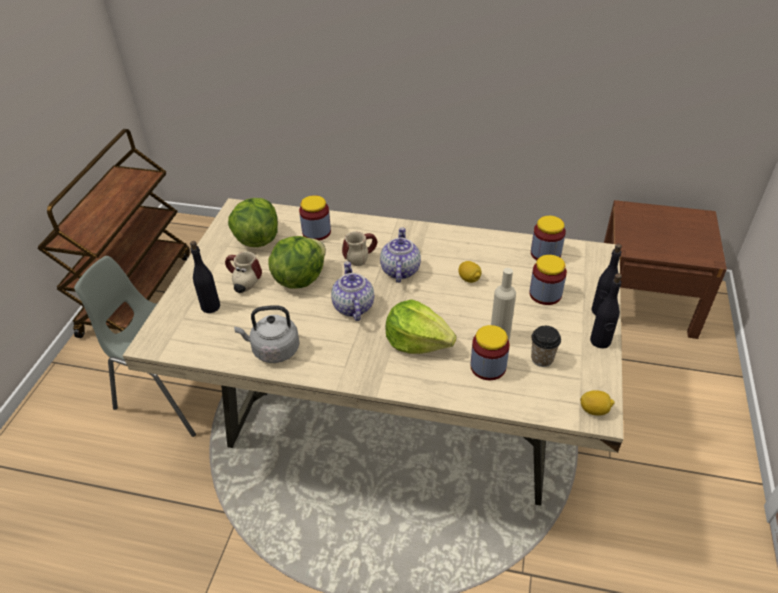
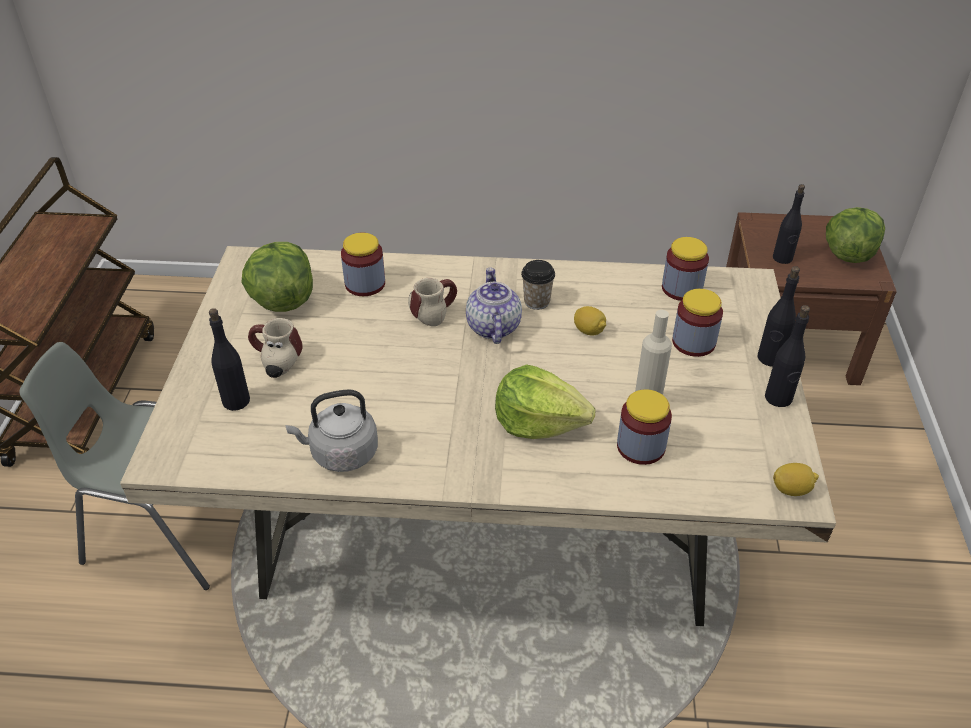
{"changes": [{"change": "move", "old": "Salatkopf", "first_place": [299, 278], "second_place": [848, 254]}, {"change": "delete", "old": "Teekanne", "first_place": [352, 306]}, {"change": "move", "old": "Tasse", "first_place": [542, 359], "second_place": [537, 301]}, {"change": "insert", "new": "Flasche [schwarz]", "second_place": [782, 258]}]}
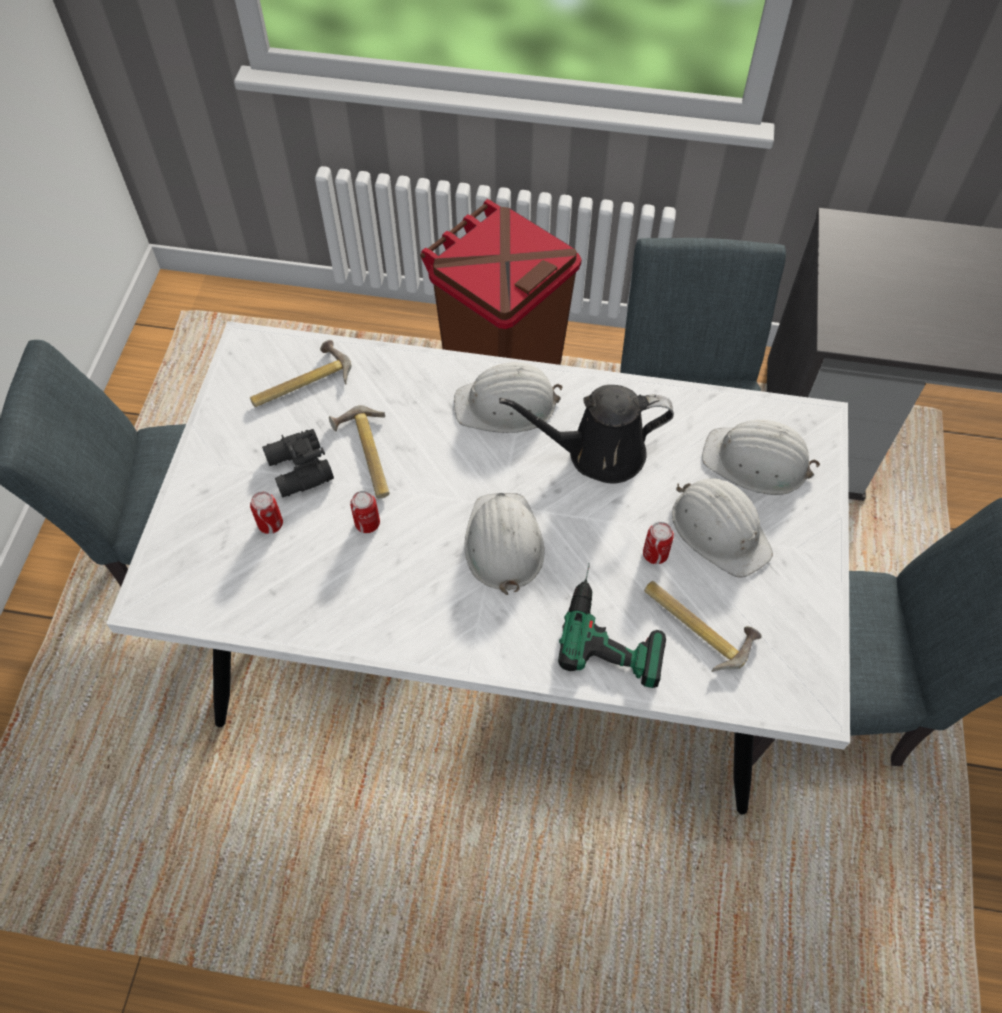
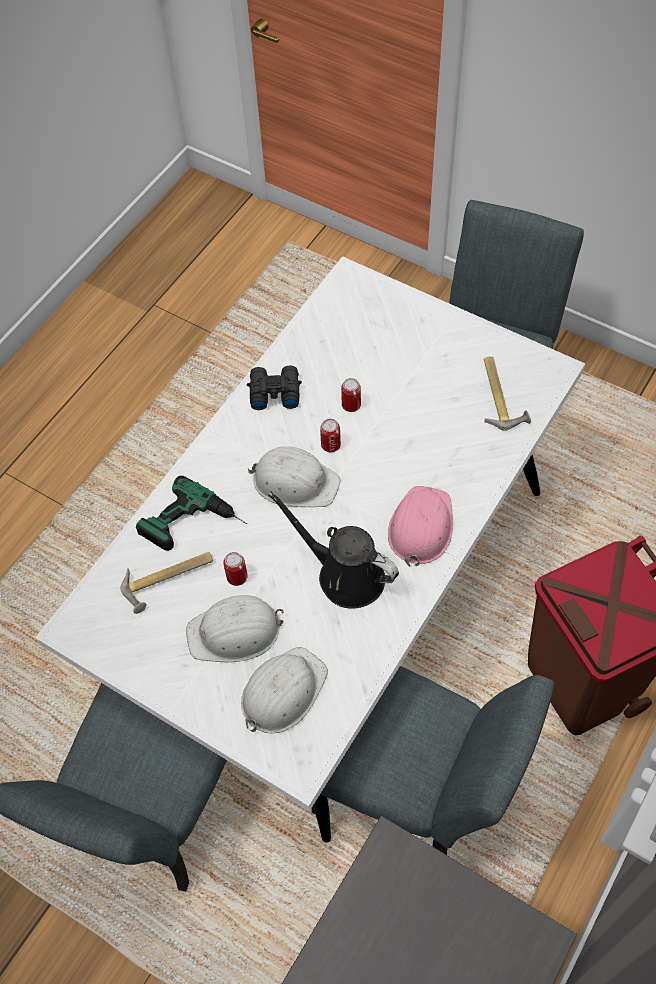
{"changes": [{"change": "move", "old": "Dose", "first_place": [270, 524], "second_place": [330, 445]}, {"change": "move", "old": "Fernglas [schwarz]", "first_place": [298, 470], "second_place": [273, 392]}, {"change": "delete", "old": "Hammer", "first_place": [365, 456]}, {"change": "recolor", "old": "Schutzhelm [weiß]", "new": "Schutzhelm [rosa]", "first_place": [507, 405], "second_place": [420, 527]}, {"change": "rotate", "old": "Gießkanne [schwarz]", "first_place": [598, 453], "second_place": [345, 575], "degrees": -75}]}
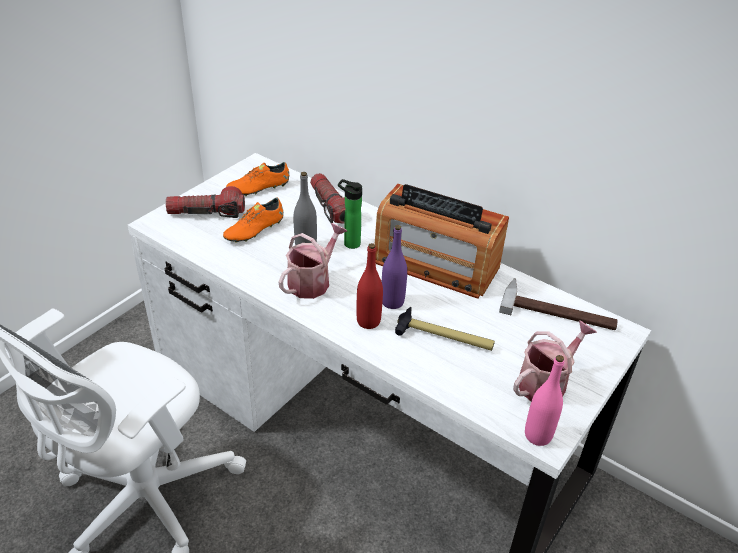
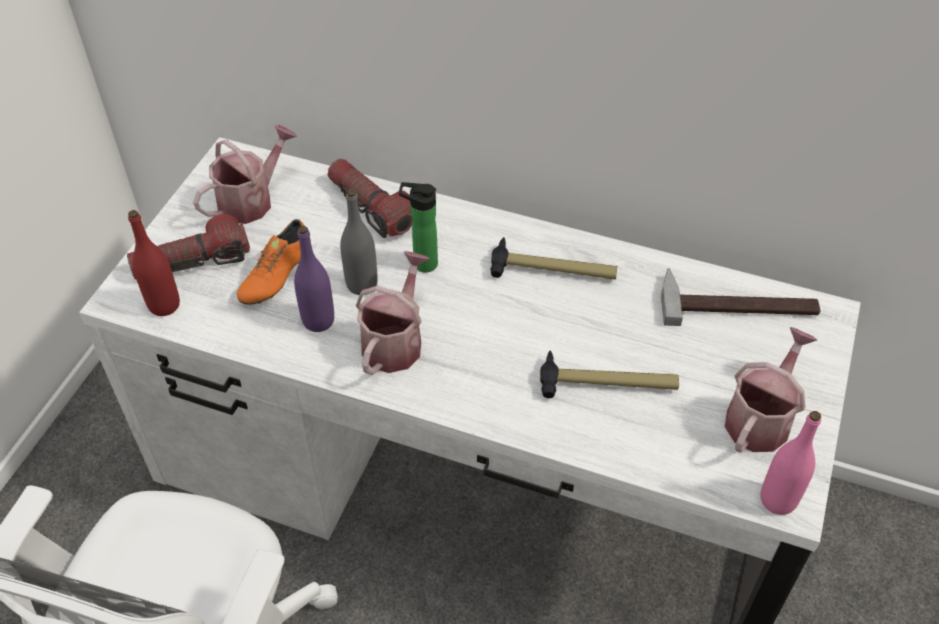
{"changes": [{"change": "replace", "old": "Schuh [orange]", "new": "Gießkanne", "first_place": [258, 188], "second_place": [251, 200]}, {"change": "move", "old": "Flasche [rot]", "first_place": [368, 321], "second_place": [164, 305]}, {"change": "replace", "old": "Radio", "new": "Hammer", "first_place": [435, 265], "second_place": [553, 270]}, {"change": "move", "old": "Flasche [lila]", "first_place": [392, 302], "second_place": [318, 321]}]}
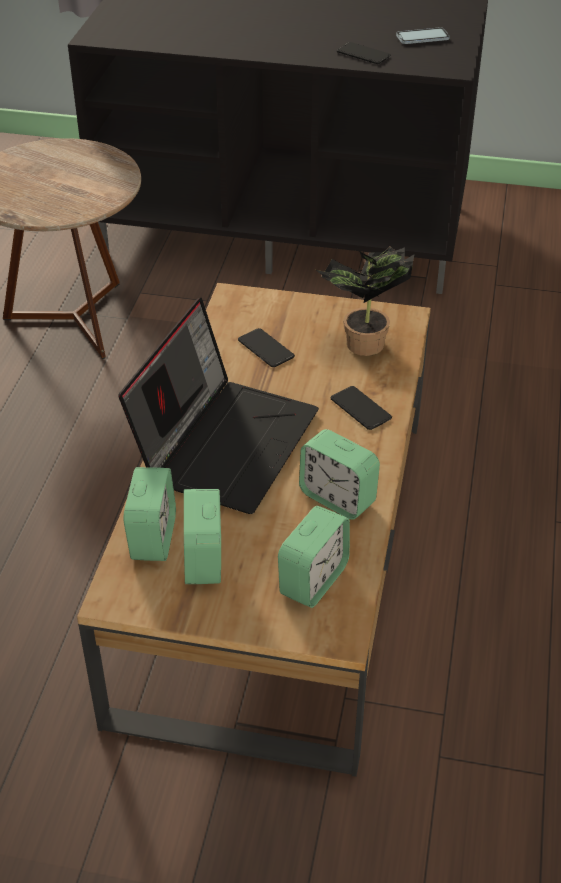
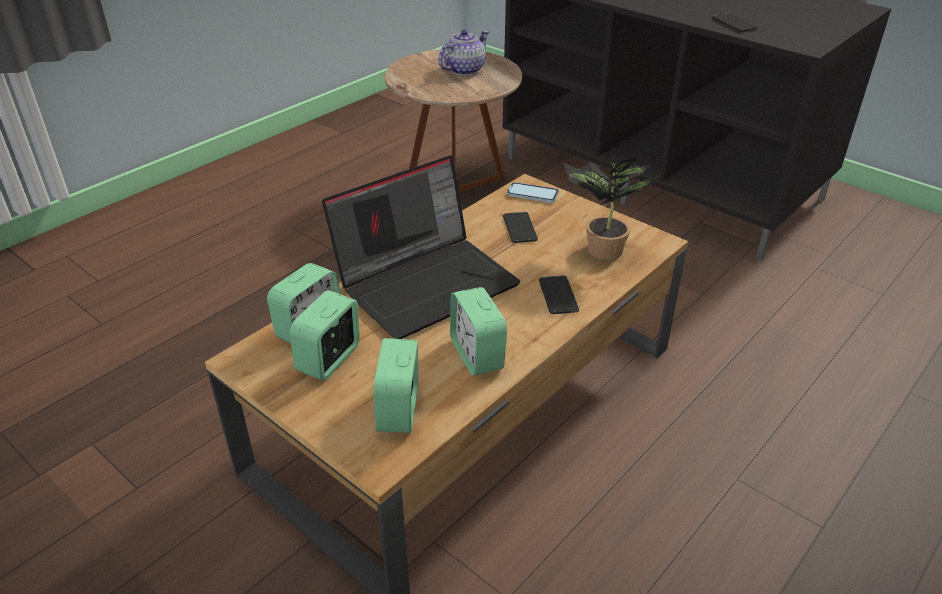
{"changes": [{"change": "rotate", "old": "Wecker", "first_place": [313, 580], "second_place": [399, 410], "degrees": 120}, {"change": "move", "old": "Handy", "first_place": [422, 38], "second_place": [532, 194]}, {"change": "insert", "new": "Teekanne", "second_place": [463, 70]}]}
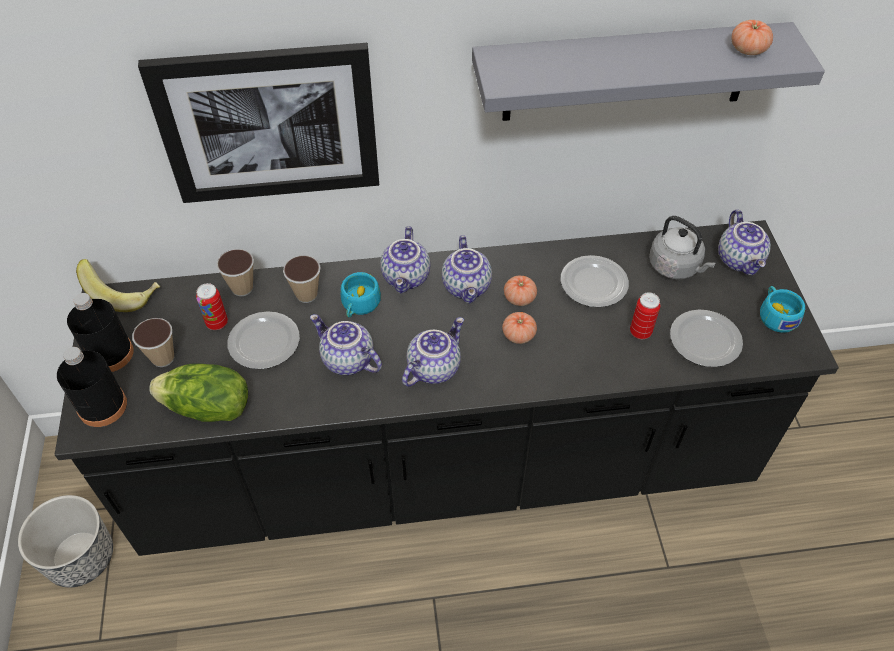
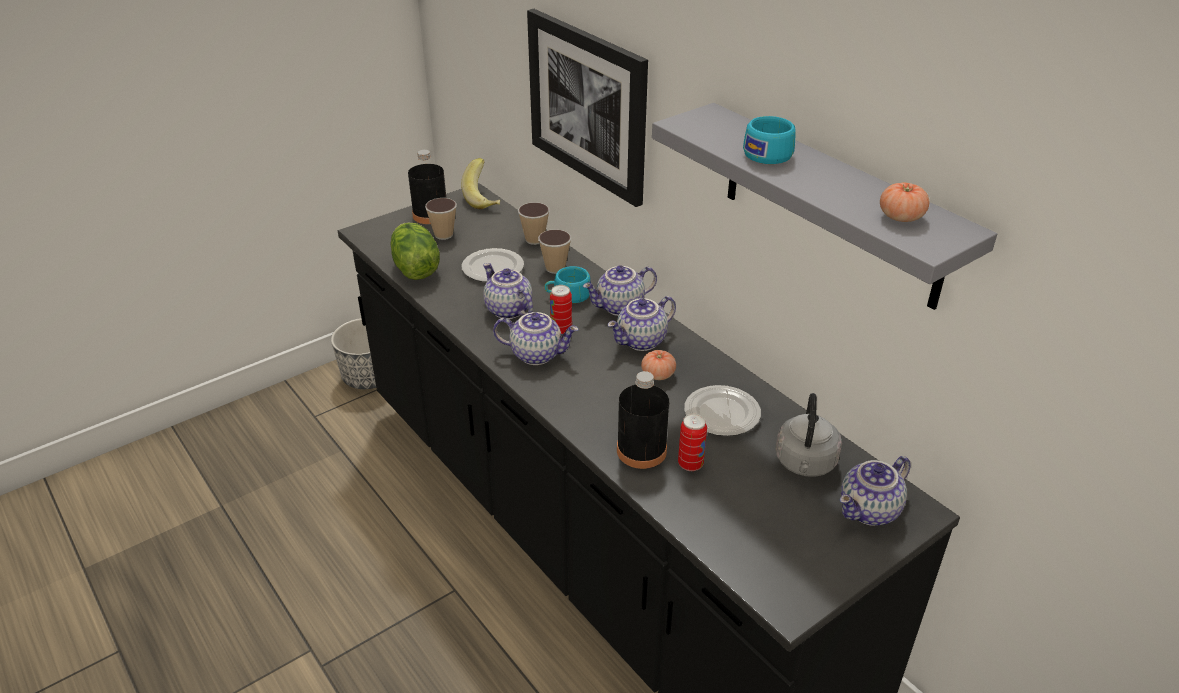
{"changes": [{"change": "move", "old": "Flasche [schwarz]", "first_place": [102, 406], "second_place": [641, 451]}, {"change": "move", "old": "Dose", "first_place": [217, 323], "second_place": [561, 330]}, {"change": "rotate", "old": "Teekanne", "first_place": [346, 361], "second_place": [507, 310], "degrees": -45}, {"change": "delete", "old": "Tomate", "first_place": [518, 335]}, {"change": "delete", "old": "Teller", "first_place": [703, 340]}, {"change": "move", "old": "Tasse [türkis]", "first_place": [776, 315], "second_place": [771, 154]}]}
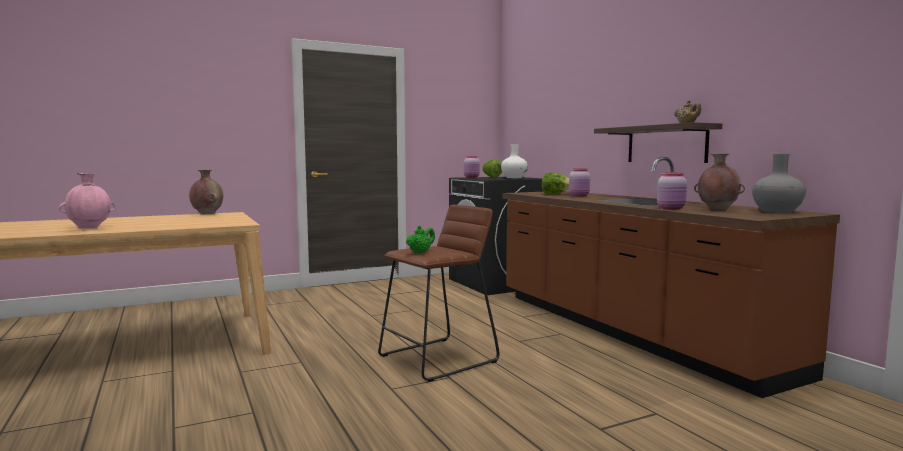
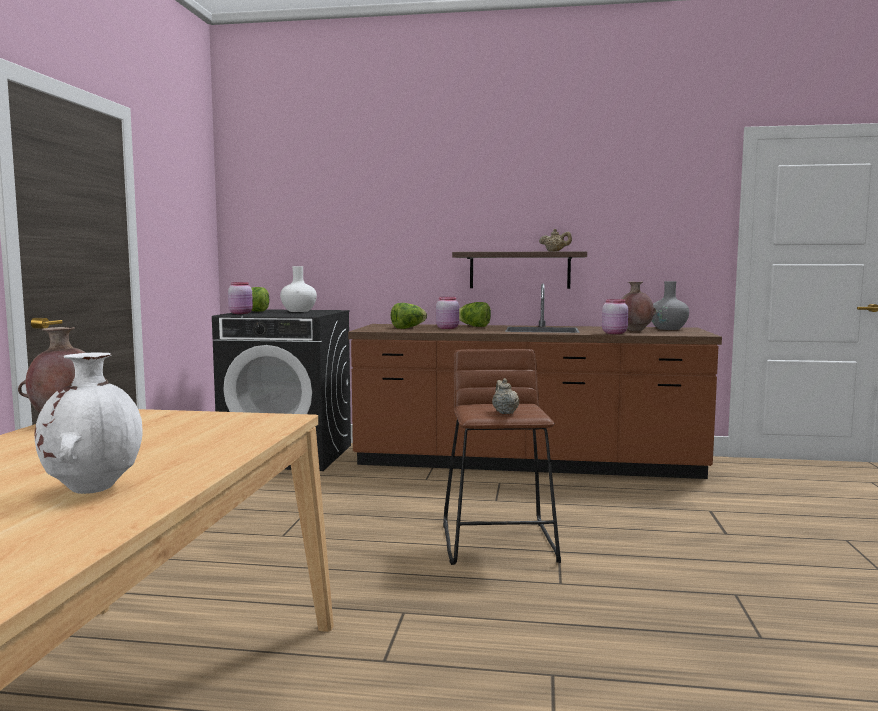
{"changes": [{"change": "recolor", "old": "Vase [rosa]", "new": "Vase [weiß]", "first_place": [89, 228], "second_place": [93, 489]}, {"change": "recolor", "old": "Teekanne [grün]", "new": "Teekanne [beige]", "first_place": [420, 252], "second_place": [505, 412]}, {"change": "insert", "new": "Salatkopf", "second_place": [474, 326]}]}
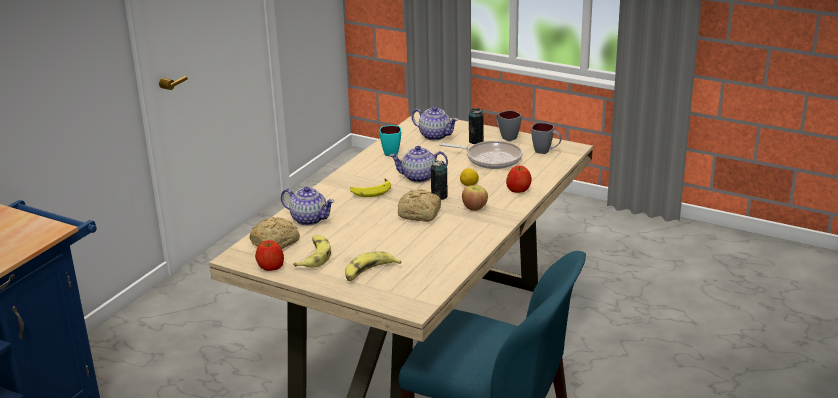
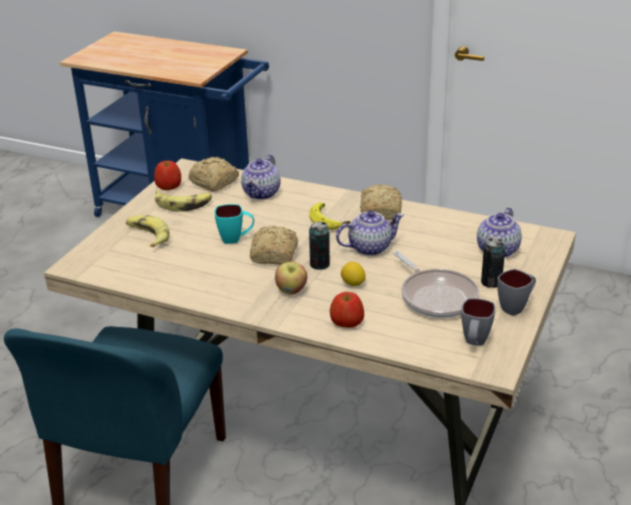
{"changes": [{"change": "move", "old": "Henkelbecher [türkis]", "first_place": [391, 151], "second_place": [236, 239]}, {"change": "rotate", "old": "Teekanne", "first_place": [418, 177], "second_place": [370, 247], "degrees": 75}, {"change": "rotate", "old": "Pfanne", "first_place": [490, 159], "second_place": [436, 296], "degrees": -45}, {"change": "insert", "new": "Brot", "second_place": [381, 210]}]}
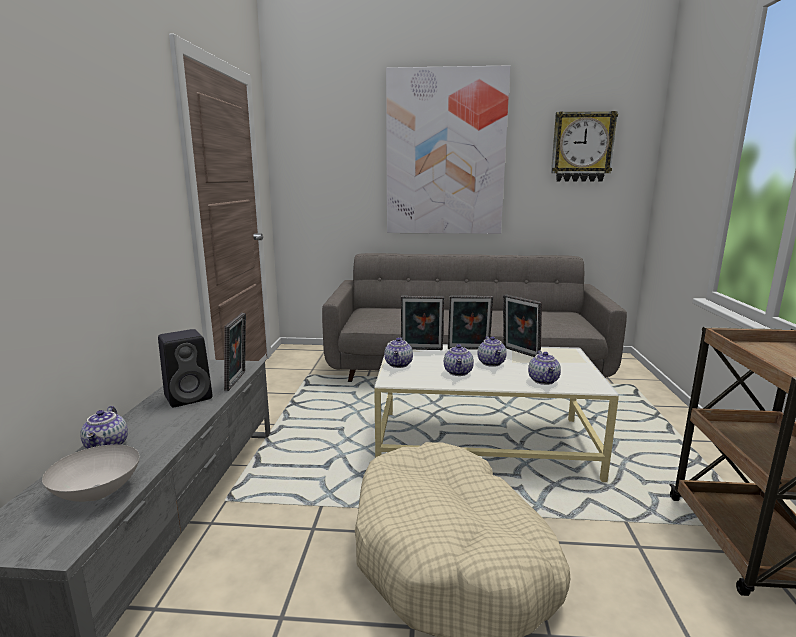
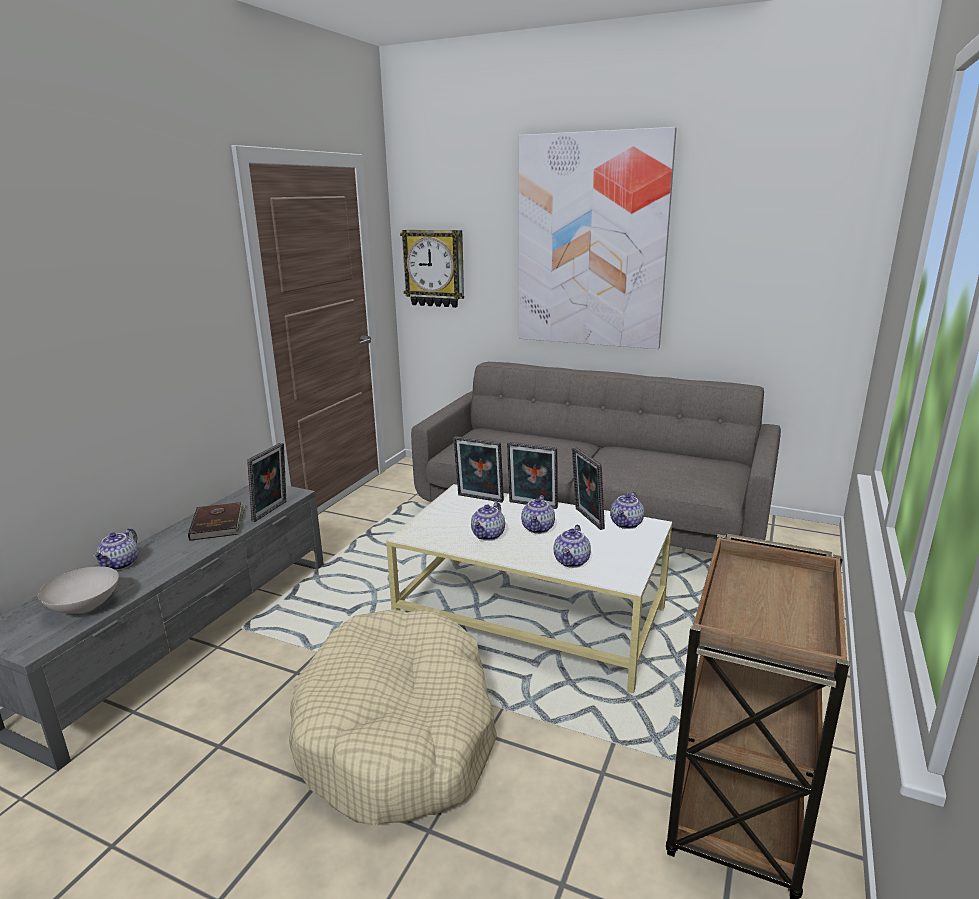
{"changes": [{"change": "replace", "old": "Lautsprecher [schwarz]", "new": "Buch [braun]", "first_place": [190, 397], "second_place": [218, 523]}, {"change": "move", "old": "Teekanne", "first_place": [399, 364], "second_place": [627, 524]}, {"change": "move", "old": "Wanduhr", "first_place": [582, 147], "second_place": [434, 268]}]}
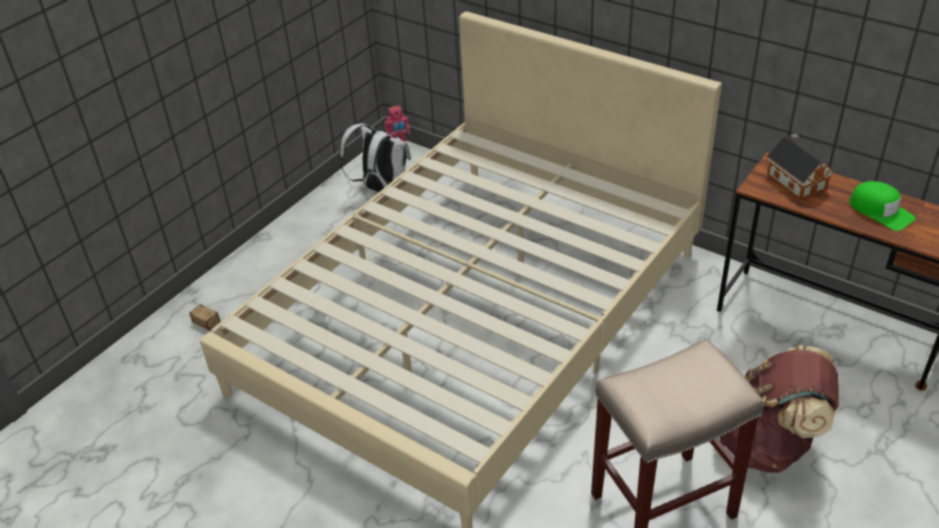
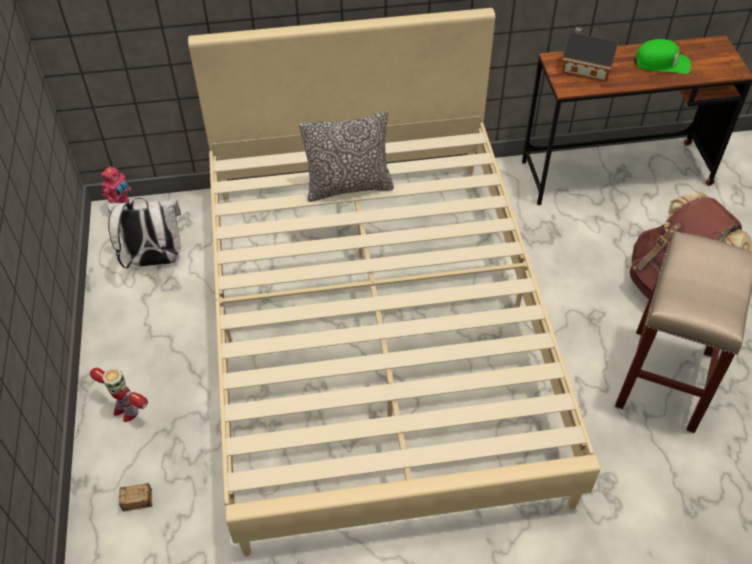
{"changes": [{"change": "insert", "new": "Spielzeugroboter", "second_place": [126, 410]}, {"change": "insert", "new": "Kissen", "second_place": [348, 187]}]}
